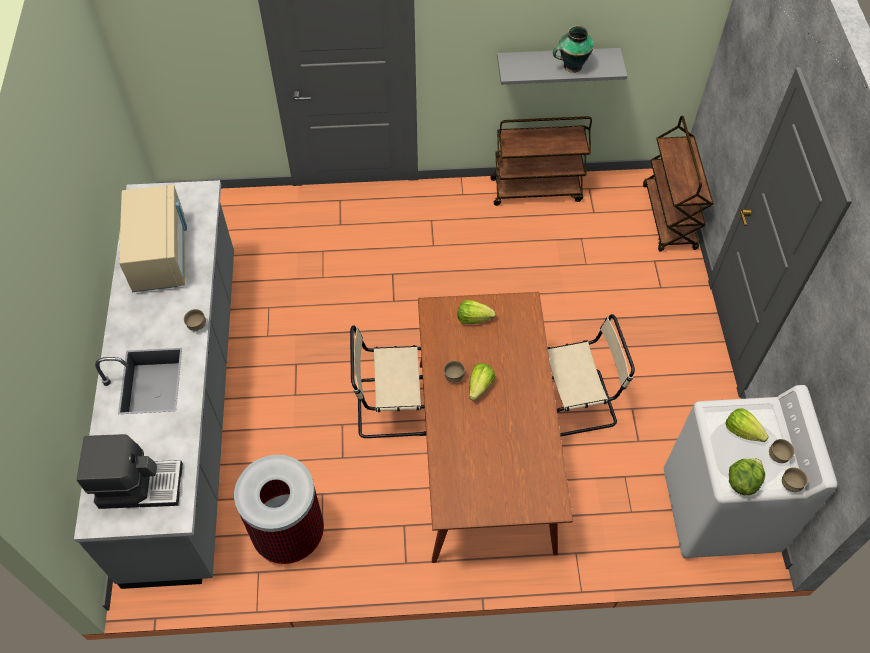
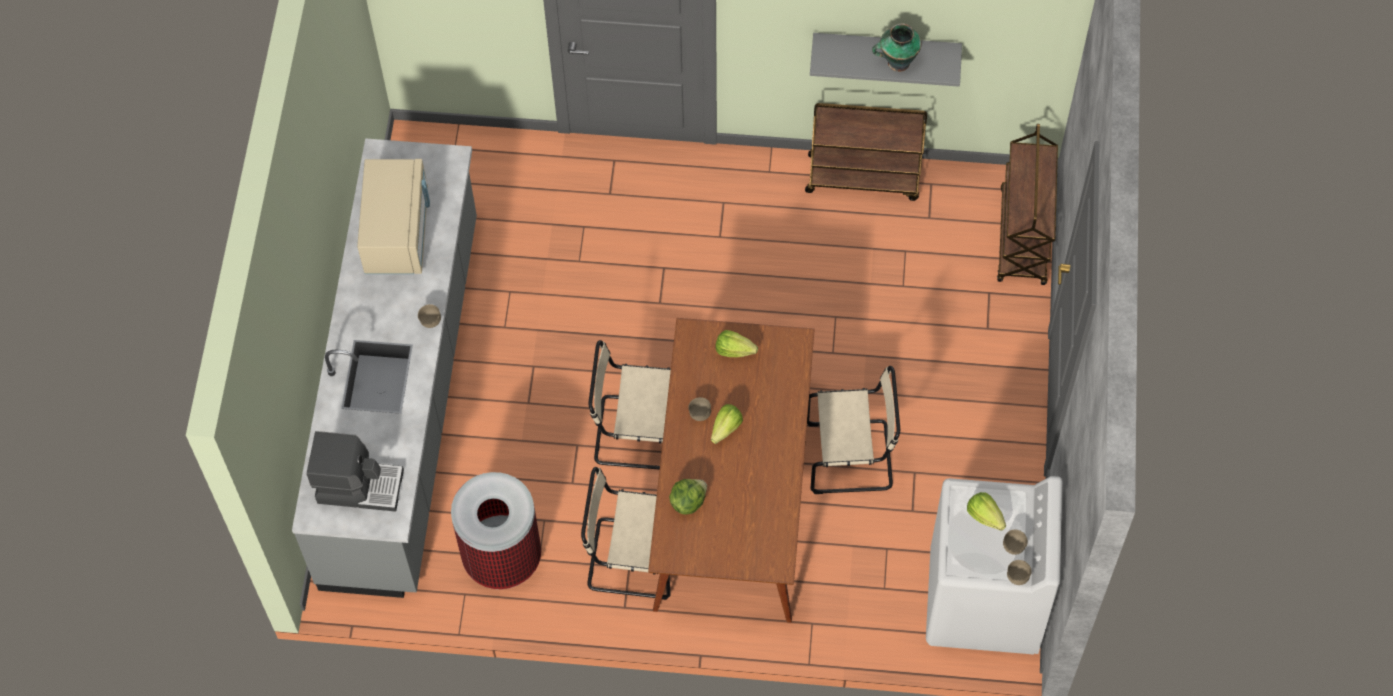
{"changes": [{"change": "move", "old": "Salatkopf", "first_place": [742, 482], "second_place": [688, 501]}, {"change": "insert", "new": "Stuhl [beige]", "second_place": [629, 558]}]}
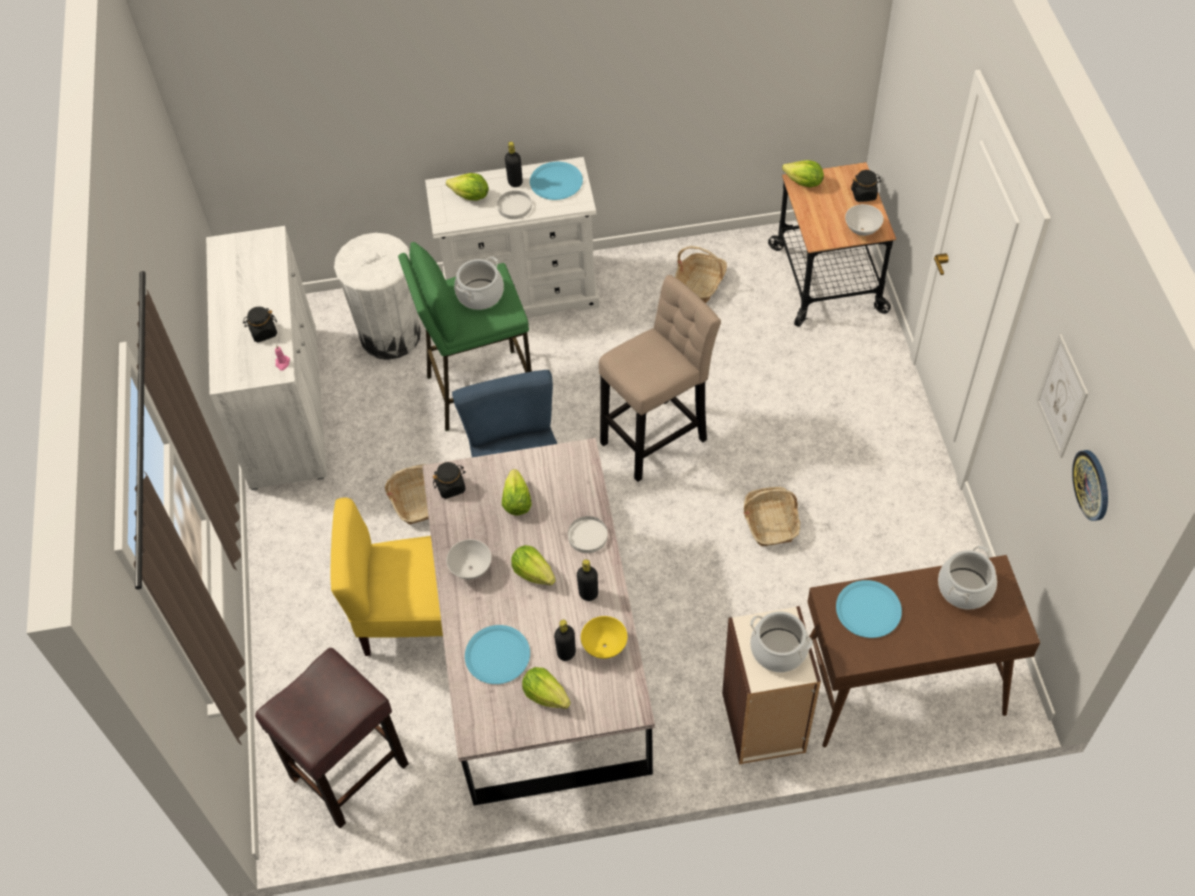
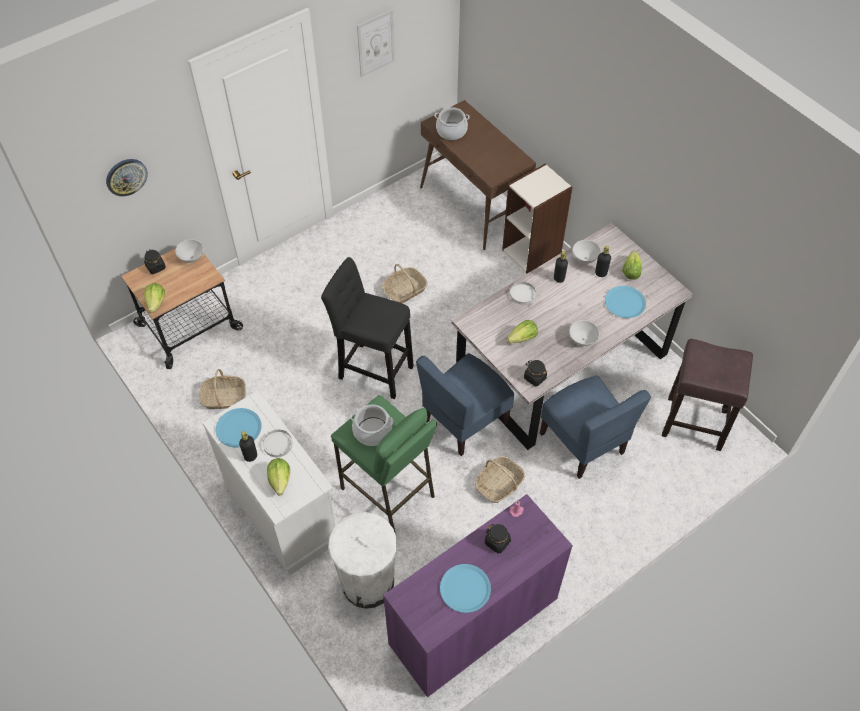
{"changes": [{"change": "recolor", "old": "Schrank [weiß]", "new": "Schrank [lila]", "first_place": [285, 407], "second_place": [473, 621]}, {"change": "recolor", "old": "Stuhl [gelb]", "new": "Stuhl [blau]", "first_place": [410, 618], "second_place": [583, 443]}, {"change": "delete", "old": "Salatkopf", "first_place": [533, 573]}, {"change": "recolor", "old": "Schüssel [gelb]", "new": "Schüssel [weiß]", "first_place": [604, 647], "second_place": [585, 258]}, {"change": "recolor", "old": "Hocker [beige]", "new": "Hocker [schwarz]", "first_place": [658, 437], "second_place": [372, 369]}, {"change": "delete", "old": "Kochtopf", "first_place": [778, 650]}, {"change": "move", "old": "Teller [blau]", "first_place": [868, 610], "second_place": [465, 588]}, {"change": "move", "old": "Wanduhr", "first_place": [1092, 485], "second_place": [126, 176]}]}
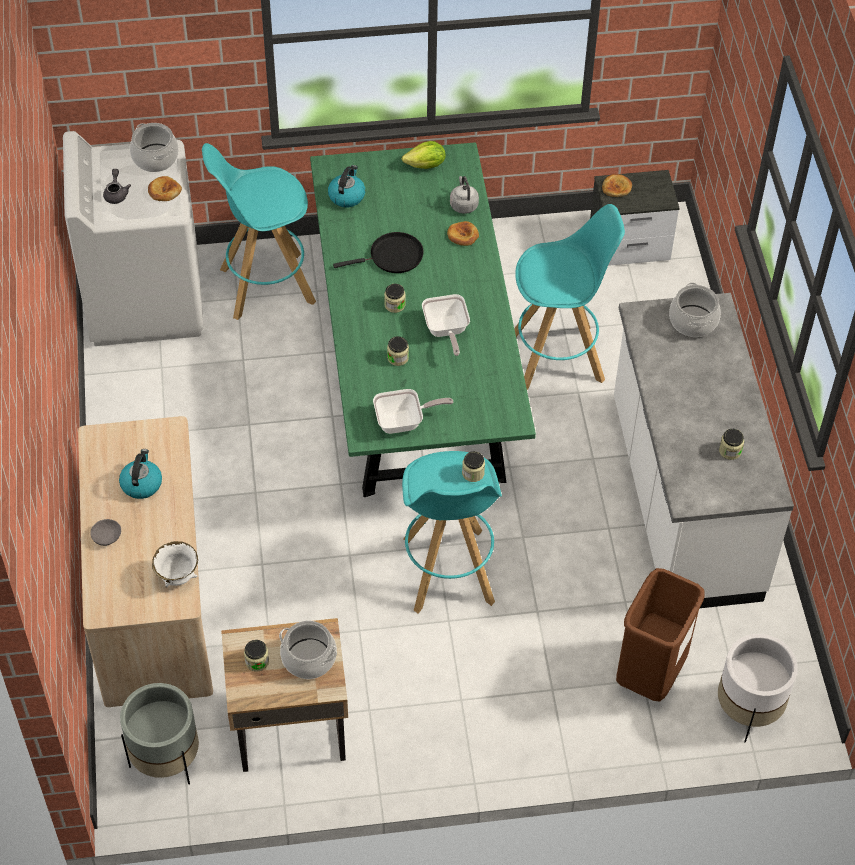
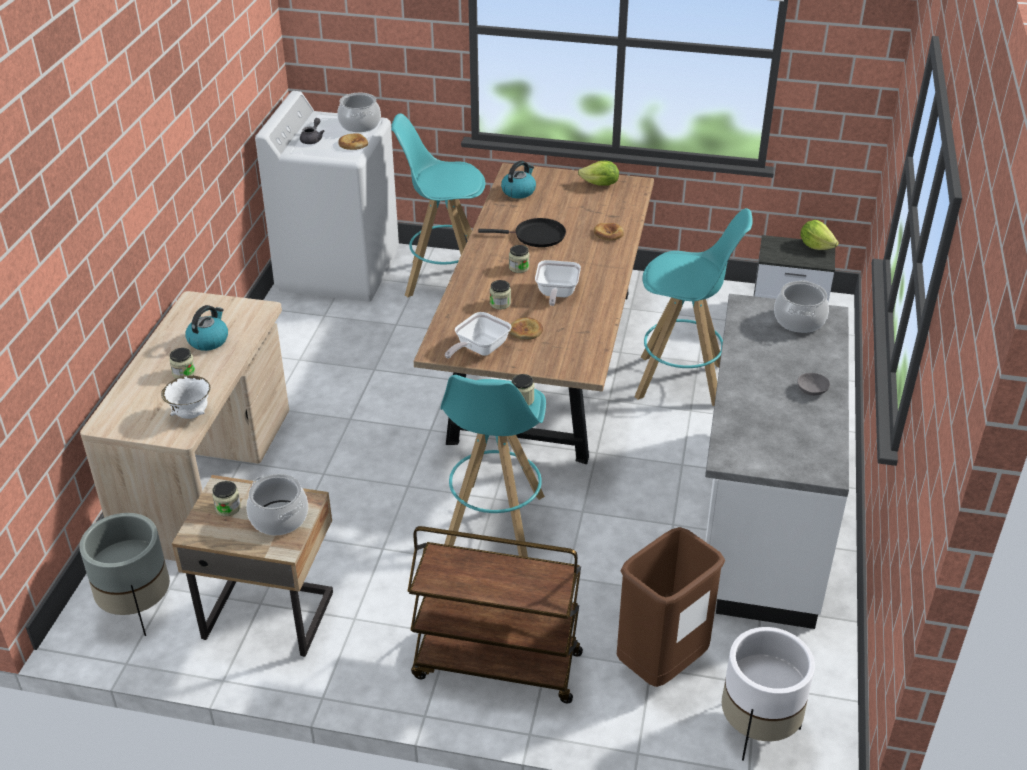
{"changes": [{"change": "move", "old": "Schüssel [grau]", "first_place": [107, 537], "second_place": [812, 391]}, {"change": "recolor", "old": "Esstisch [grün]", "new": "Esstisch [braun]", "first_place": [416, 370], "second_place": [544, 363]}, {"change": "rotate", "old": "Pfanne", "first_place": [404, 422], "second_place": [479, 349], "degrees": 120}, {"change": "delete", "old": "Wasserkessel [grau]", "first_place": [463, 204]}, {"change": "move", "old": "Brot", "first_place": [616, 187], "second_place": [526, 331]}, {"change": "move", "old": "Vorratsglas", "first_place": [730, 451], "second_place": [184, 373]}, {"change": "insert", "new": "Rollwagen [braun]", "second_place": [496, 666]}, {"change": "insert", "new": "Salatkopf", "second_place": [816, 246]}]}
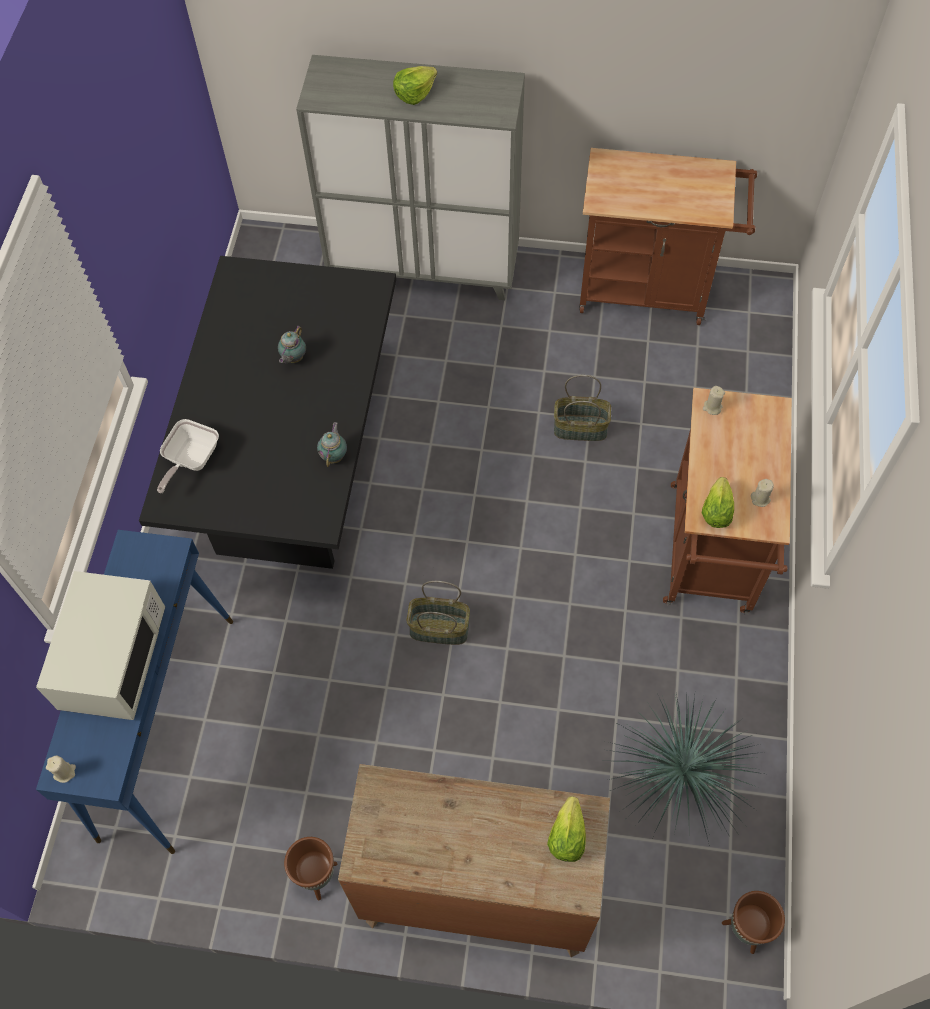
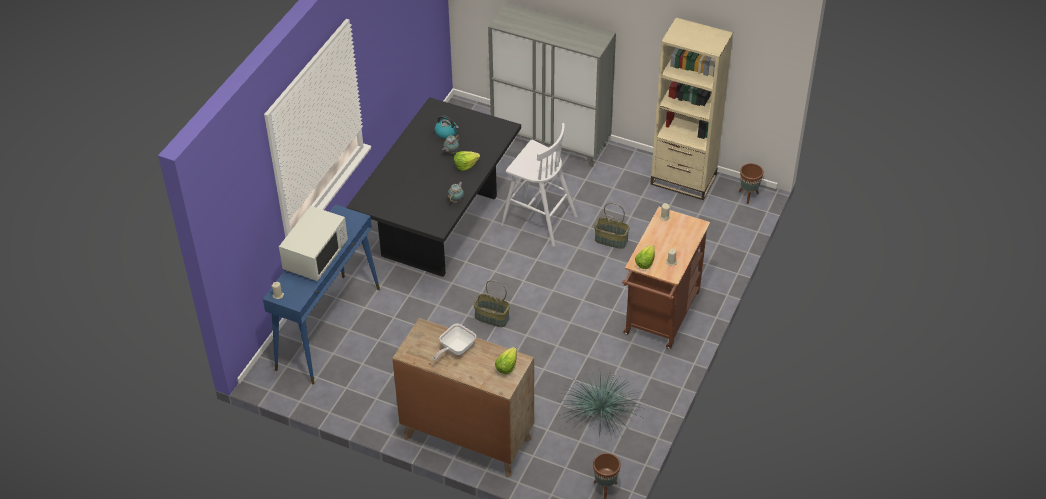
{"changes": [{"change": "move", "old": "Pfanne", "first_place": [190, 461], "second_place": [455, 349]}, {"change": "move", "old": "Pflanzkübel [braun]", "first_place": [318, 877], "second_place": [748, 196]}, {"change": "move", "old": "Salatkopf", "first_place": [414, 93], "second_place": [465, 165]}, {"change": "replace", "old": "Rollwagen [braun]", "new": "Bücherregal [beige]", "first_place": [651, 290], "second_place": [683, 180]}, {"change": "insert", "new": "Wasserkessel", "second_place": [446, 133]}, {"change": "insert", "new": "Hocker [weiß]", "second_place": [537, 220]}]}
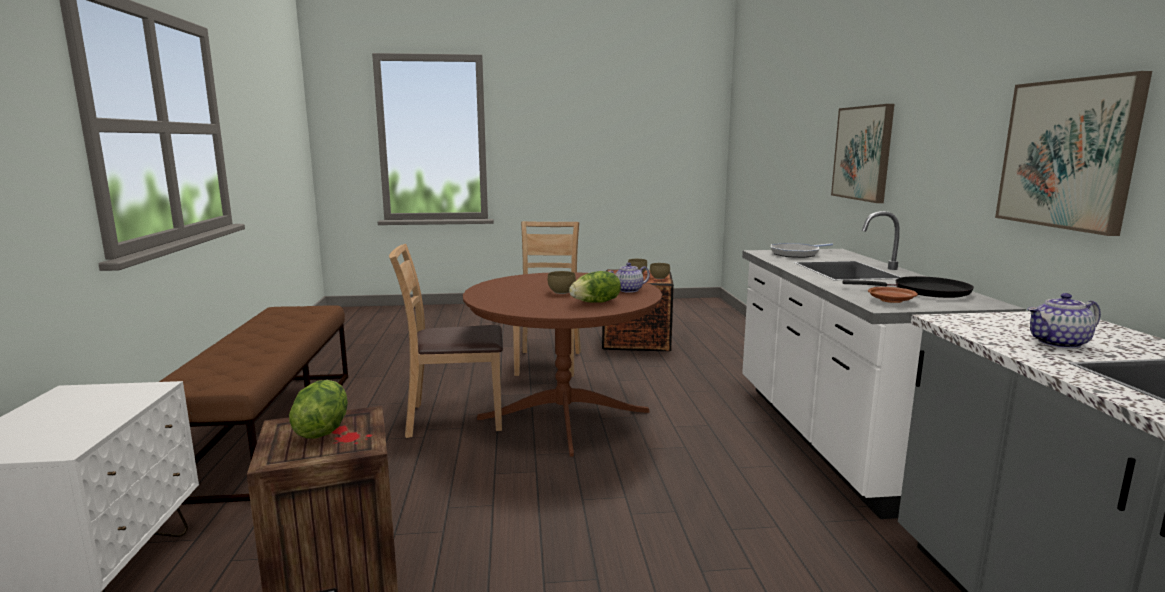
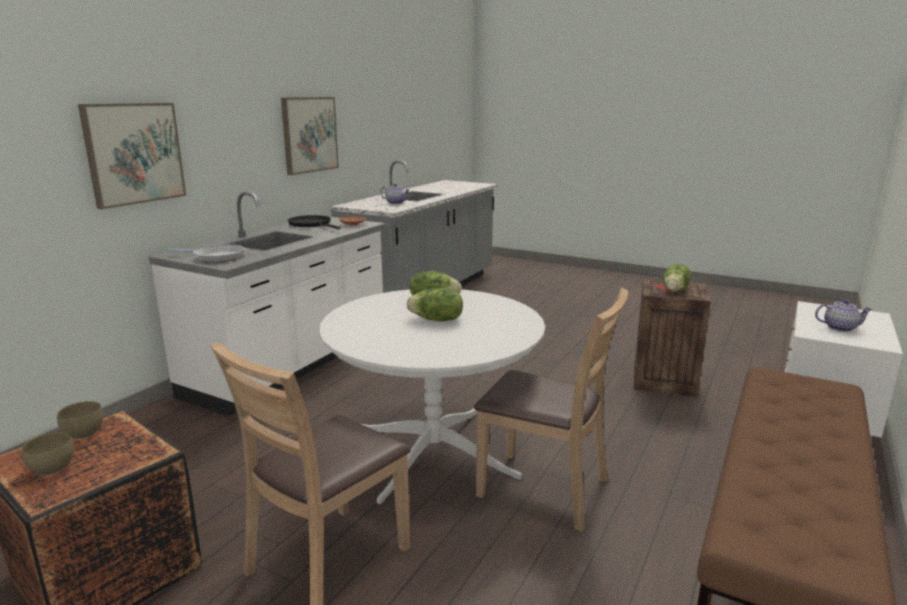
{"changes": [{"change": "recolor", "old": "Esstisch [braun]", "new": "Esstisch [weiß]", "first_place": [563, 415], "second_place": [434, 452]}, {"change": "replace", "old": "Schüssel [braun]", "new": "Salatkopf", "first_place": [560, 292], "second_place": [437, 320]}, {"change": "move", "old": "Teekanne", "first_place": [628, 290], "second_place": [840, 328]}]}
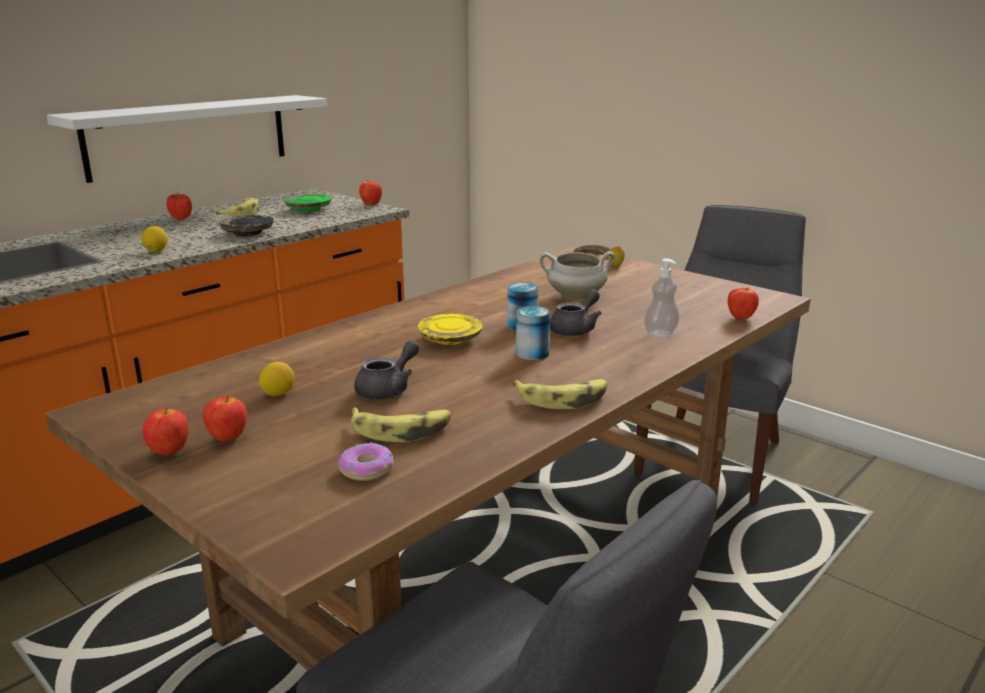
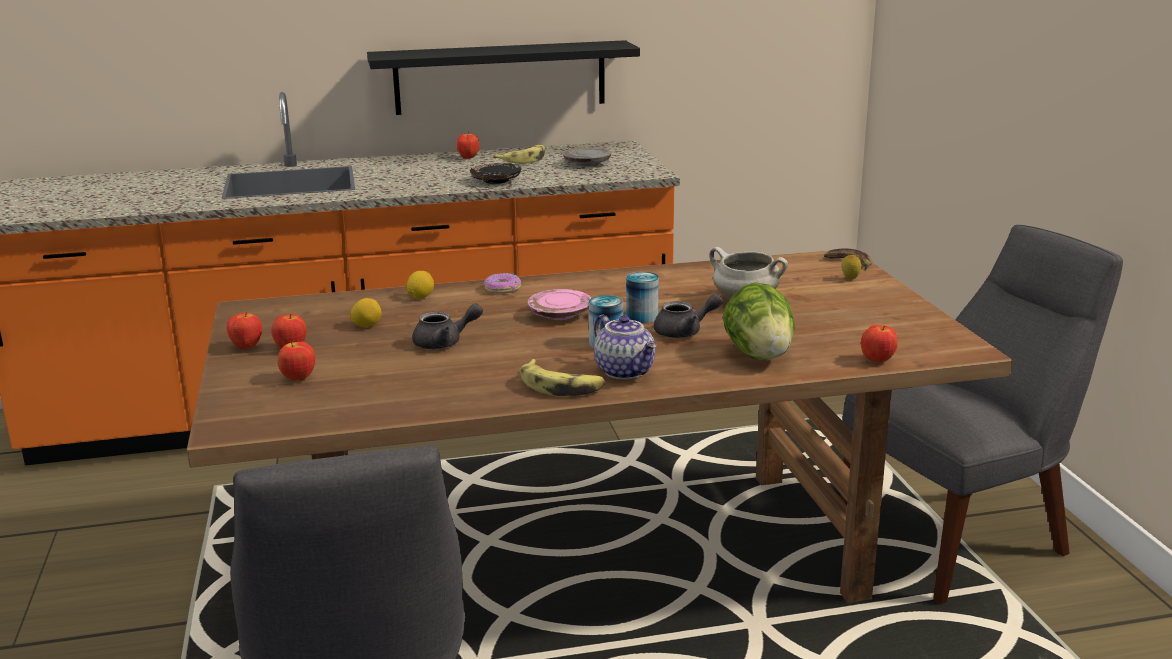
{"changes": [{"change": "recolor", "old": "Wandregal [weiß]", "new": "Wandregal [schwarz]", "first_place": [189, 136], "second_place": [500, 77]}, {"change": "move", "old": "Zitrone", "first_place": [156, 251], "second_place": [420, 297]}, {"change": "recolor", "old": "Teller [grün]", "new": "Teller [grau]", "first_place": [308, 210], "second_place": [586, 164]}, {"change": "move", "old": "Donut", "first_place": [367, 470], "second_place": [502, 289]}, {"change": "delete", "old": "Banane", "first_place": [401, 430]}, {"change": "move", "old": "Apfel", "first_place": [371, 205], "second_place": [298, 379]}, {"change": "recolor", "old": "Teller [gelb]", "new": "Teller [rosa]", "first_place": [450, 339], "second_place": [560, 315]}, {"change": "replace", "old": "Seifenspender", "new": "Salatkopf", "first_place": [660, 333], "second_place": [759, 355]}, {"change": "insert", "new": "Teekanne", "second_place": [626, 371]}]}
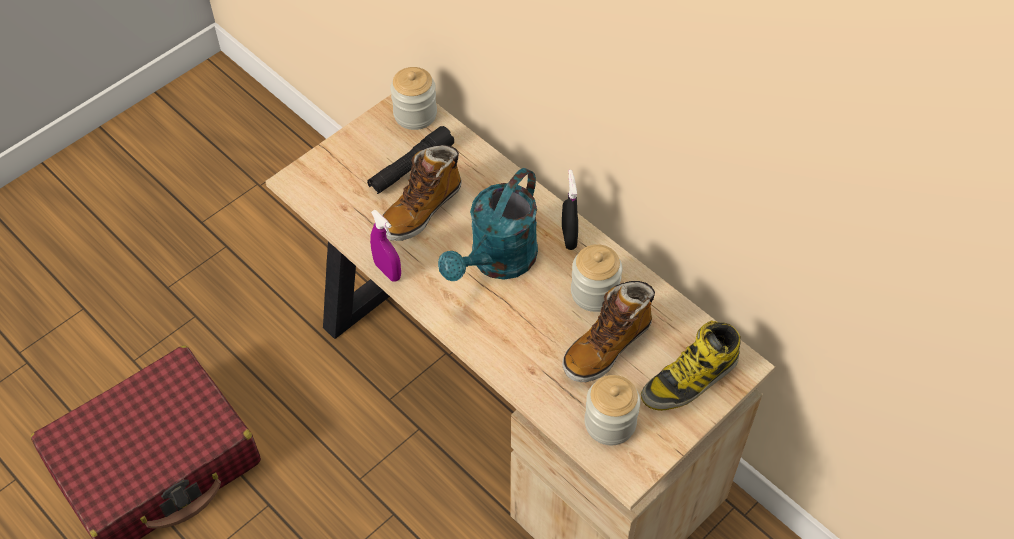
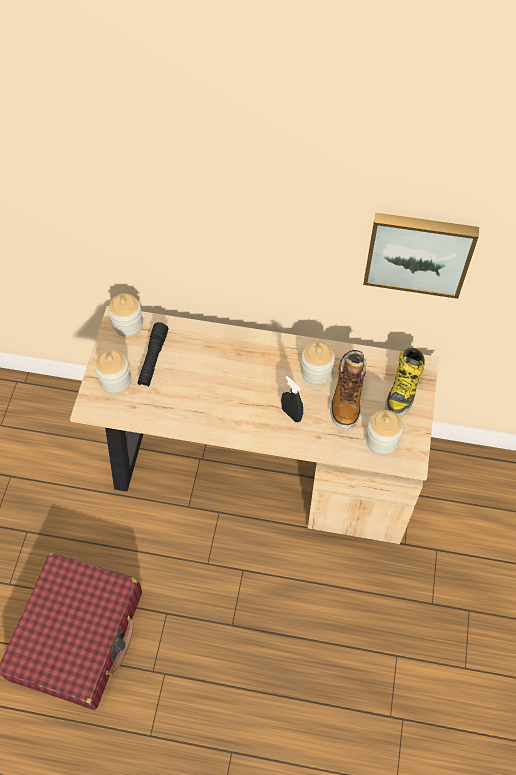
{"changes": [{"change": "delete", "old": "Sprühflasche [lila]", "first_place": [387, 271]}, {"change": "delete", "old": "Stiefel", "first_place": [421, 209]}, {"change": "delete", "old": "Gießkanne [türkis]", "first_place": [497, 262]}, {"change": "move", "old": "Sprühflasche [schwarz]", "first_place": [569, 237], "second_place": [291, 414]}, {"change": "insert", "new": "Vorratsglas", "second_place": [115, 380]}, {"change": "insert", "new": "Bild", "second_place": [418, 252]}]}
